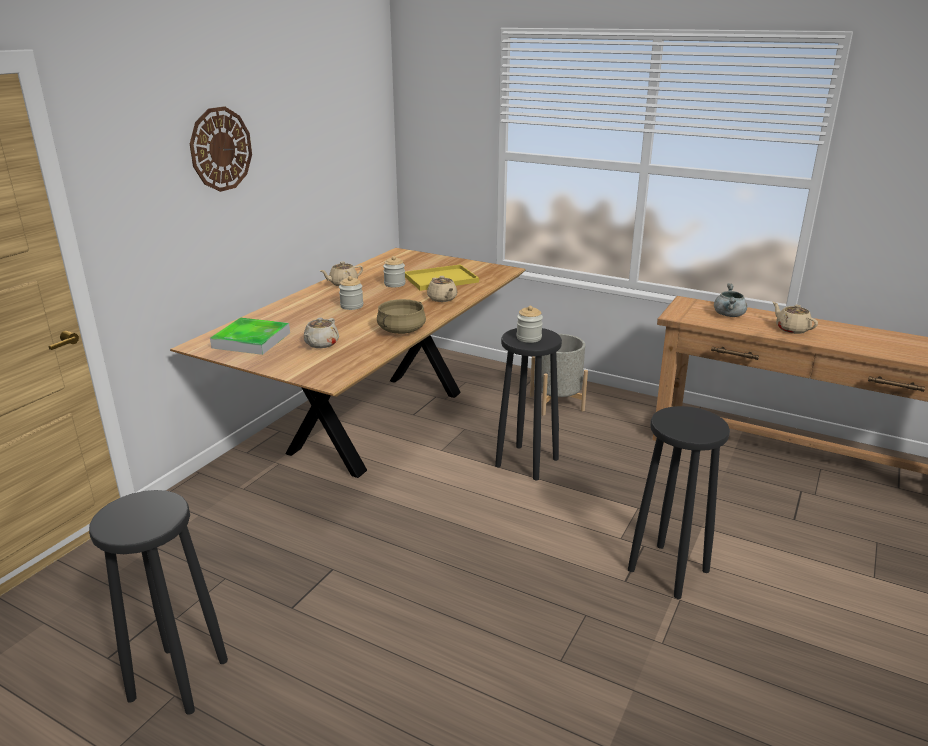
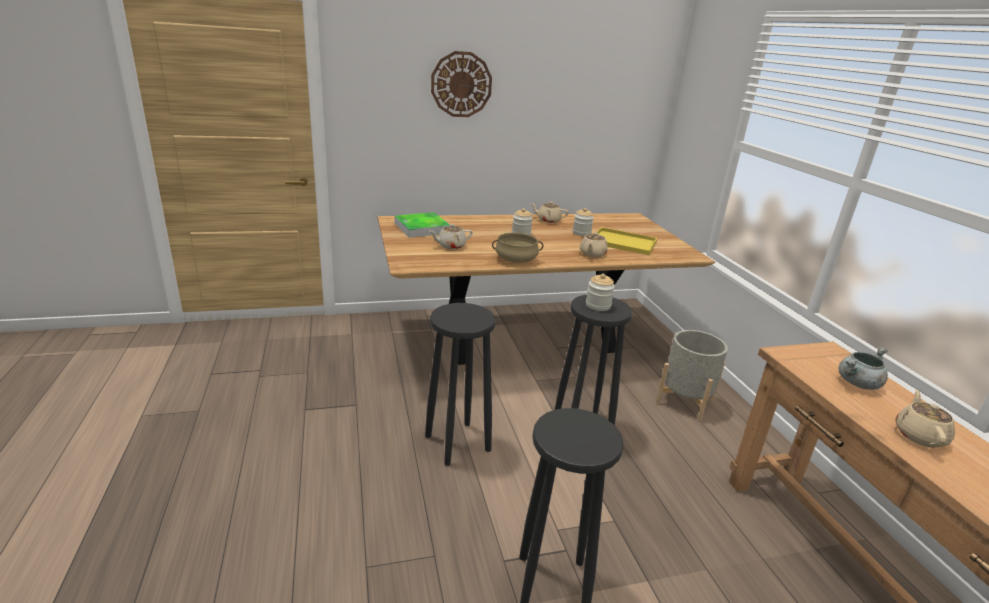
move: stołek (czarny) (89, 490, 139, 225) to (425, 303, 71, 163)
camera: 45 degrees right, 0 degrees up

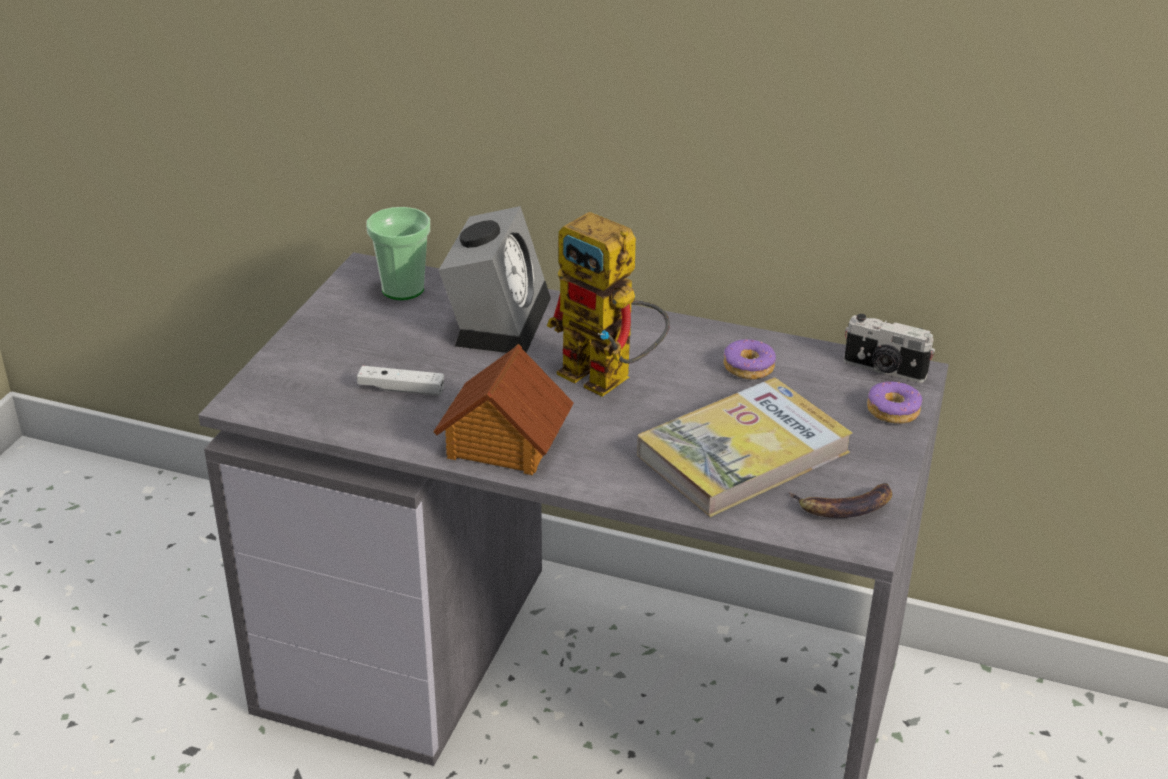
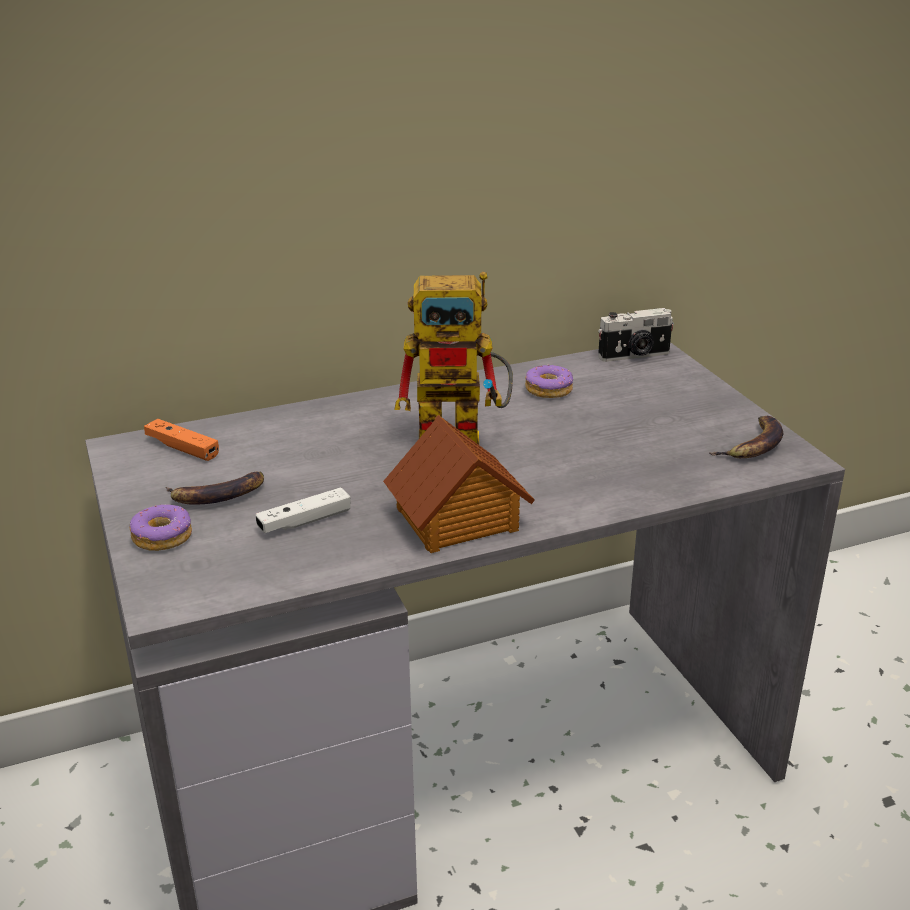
delete: budzik (439, 206, 112, 147); książka (637, 378, 215, 139)
insert: banan (166, 471, 98, 34)
move: donut (867, 381, 55, 43) to (130, 504, 62, 47)
replace: filiżanka (366, 207, 64, 93) to pad do gier (pomarańczowy) (144, 419, 75, 42)
camera: 40 degrees left, 5 degrees down

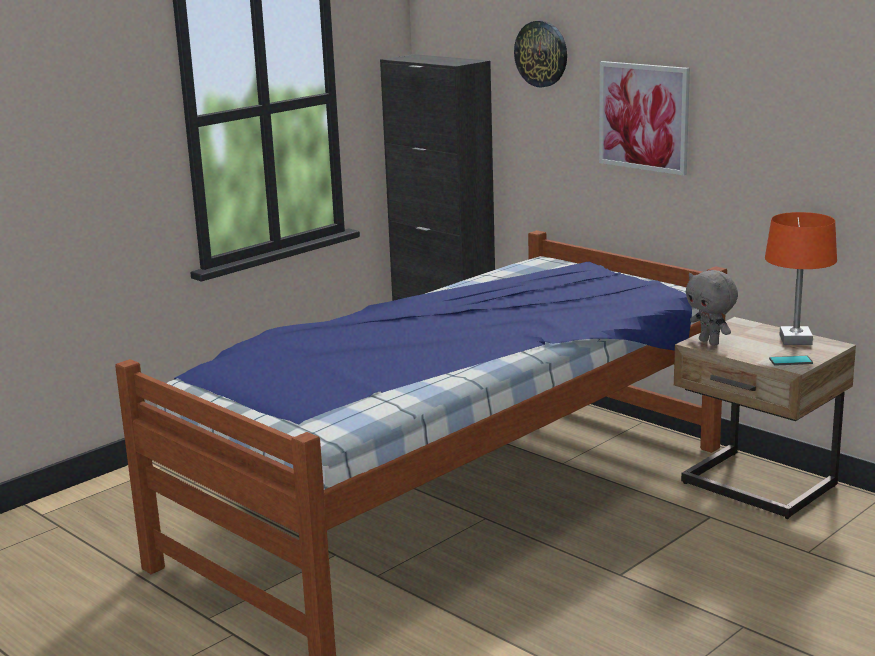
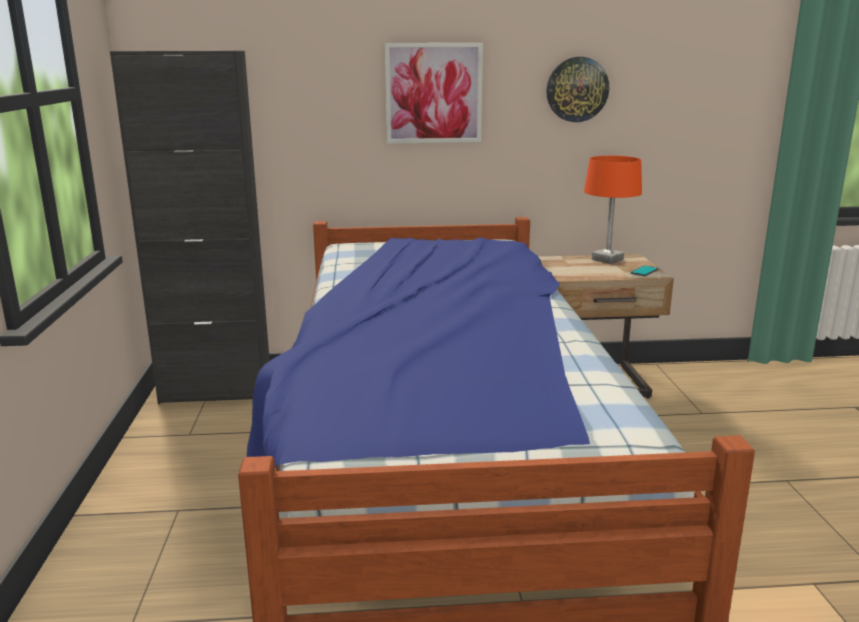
delete: pluszak (szary) (686, 270, 52, 76)
move: zegar ścienny (514, 20, 53, 68) to (546, 57, 63, 65)
camera: 50 degrees left, 0 degrees up

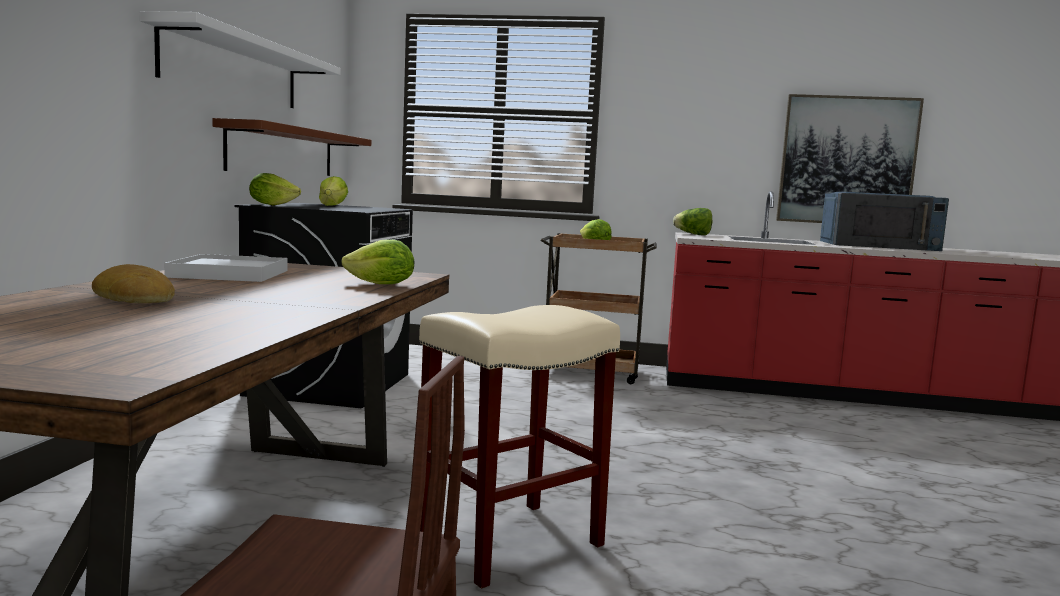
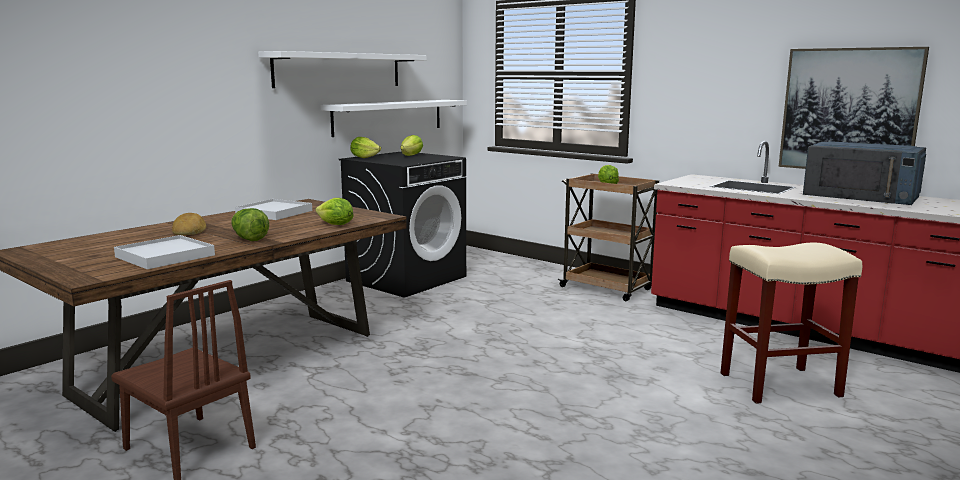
insert: taca (biały) (114, 235, 101, 34)
move: stołek (beżowy) (419, 305, 201, 283) to (721, 242, 141, 162); sałata (673, 208, 39, 27) to (231, 208, 38, 33)
recolor: półka (brązowy) (212, 118, 159, 58) to półka (biały) (320, 100, 147, 37)
camera: 30 degrees right, 5 degrees up

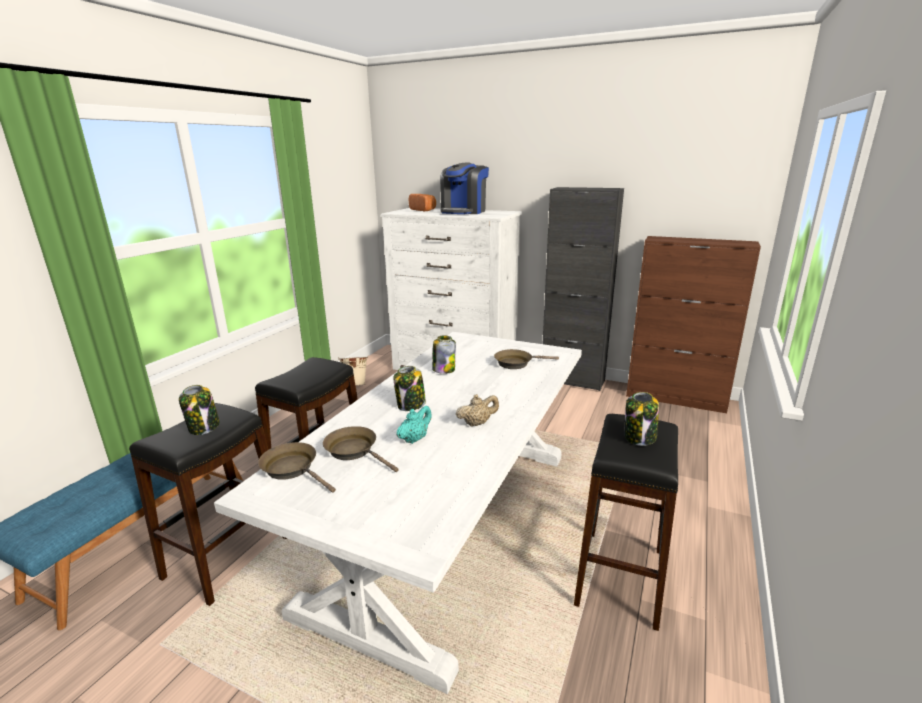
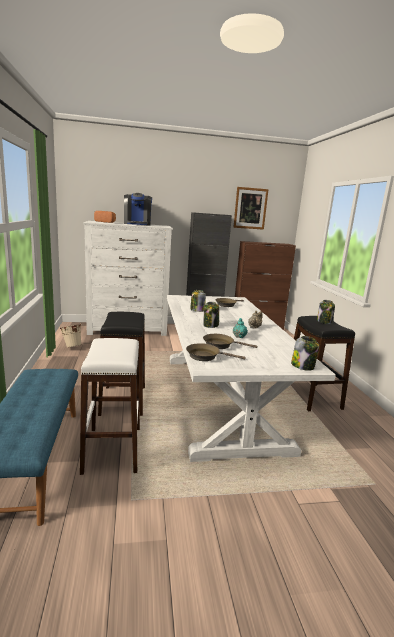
insert: obraz (233, 187, 36, 43)
move: słoik (179, 385, 41, 50) to (291, 336, 28, 35)
recolor: stołek (czarny) (129, 403, 158, 203) to stołek (biały) (80, 338, 60, 137)
camera: 35 degrees left, 5 degrees down

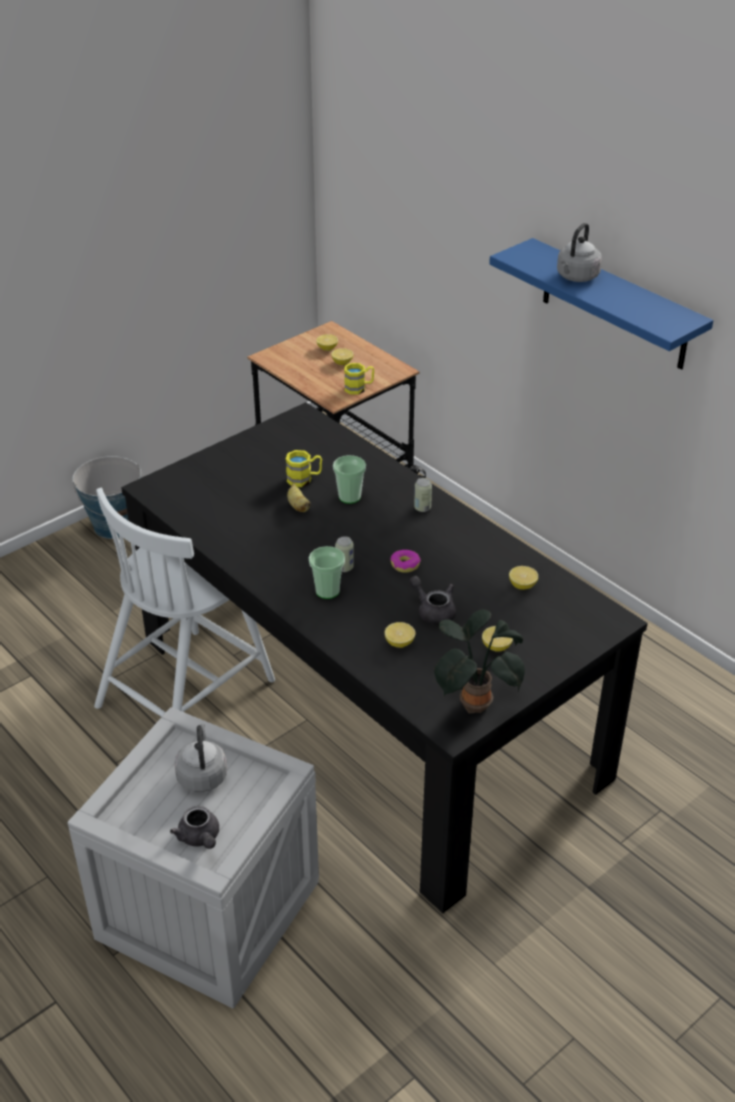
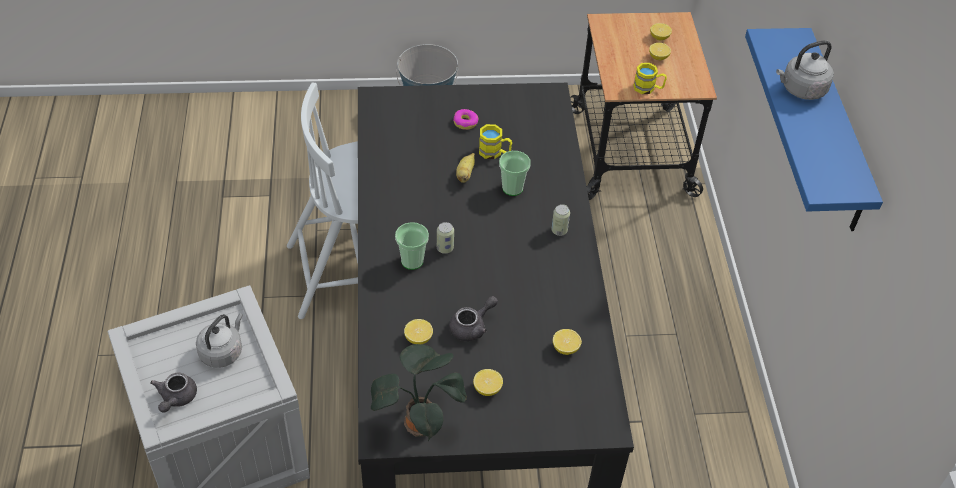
move: donut (390, 550, 31, 23) to (453, 109, 26, 21)
rotate: imbryk (szary) (409, 576, 47, 49) = (449, 296, 49, 45) 60 degrees clockwise
camera: 35 degrees right, 10 degrees up

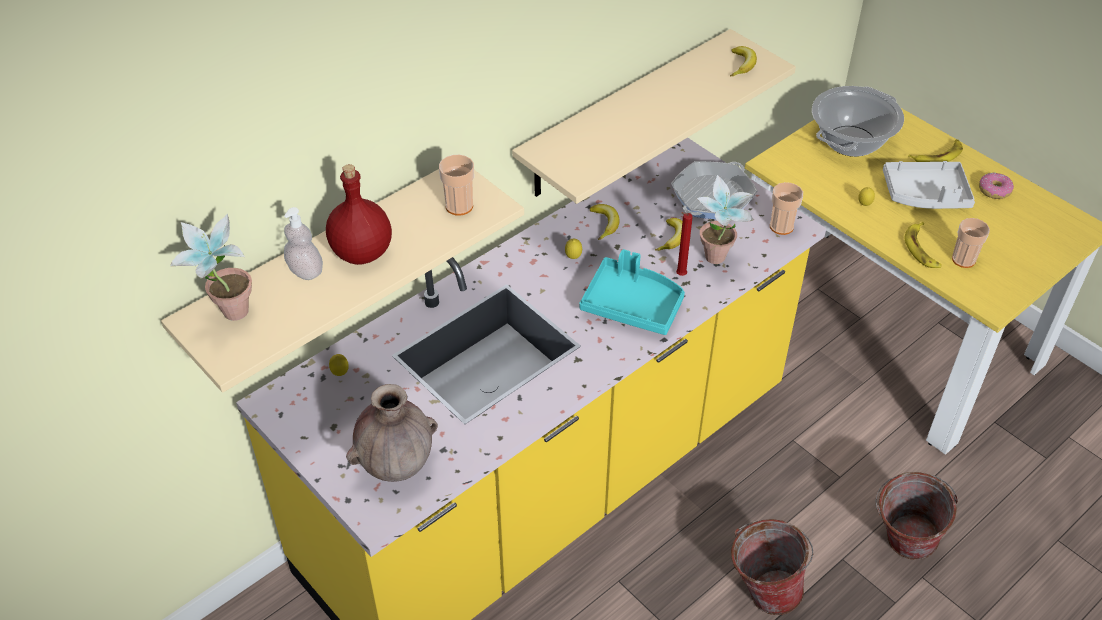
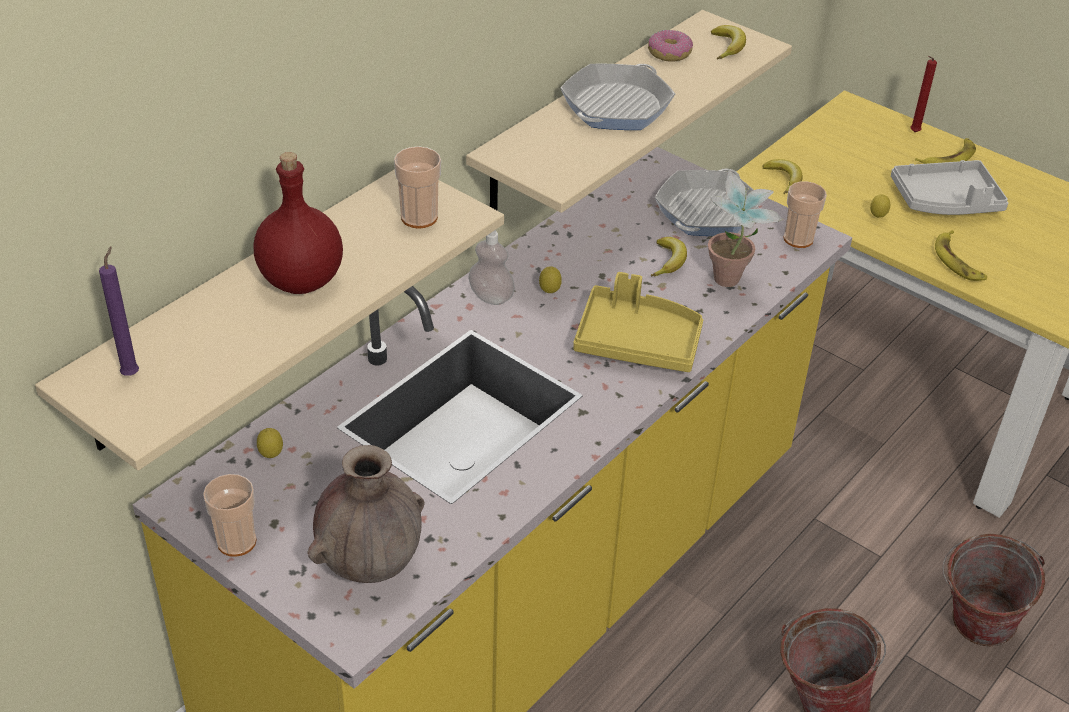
delete: garnek (812, 86, 92, 71)
insert: patelnia (560, 64, 115, 66)
move: dozownik mydła (284, 207, 39, 73) to (468, 230, 47, 75); banan (590, 204, 29, 36) to (762, 159, 40, 35); świeca (czerwony) (676, 212, 17, 64) to (910, 56, 27, 76); filiżanka (952, 218, 38, 50) to (203, 474, 53, 83); donut (979, 173, 35, 26) to (648, 30, 45, 32)
replace: roślina doniczkowa (170, 214, 82, 107) to świeca (fioletowy) (99, 247, 40, 129)
recolor: taca (turkusowy) (579, 249, 106, 86) to taca (żółty) (573, 272, 130, 100)
camera: 10 degrees left, 5 degrees down

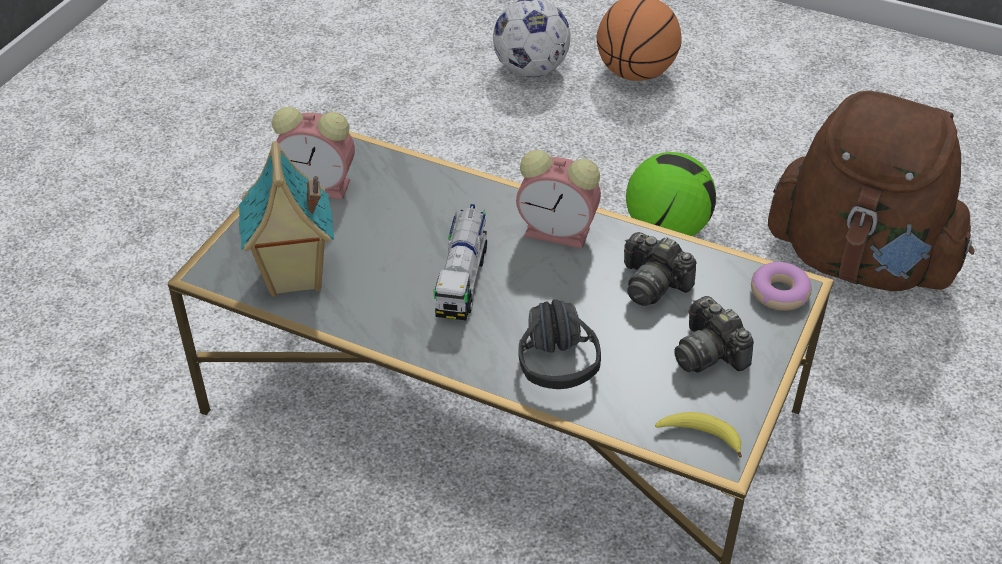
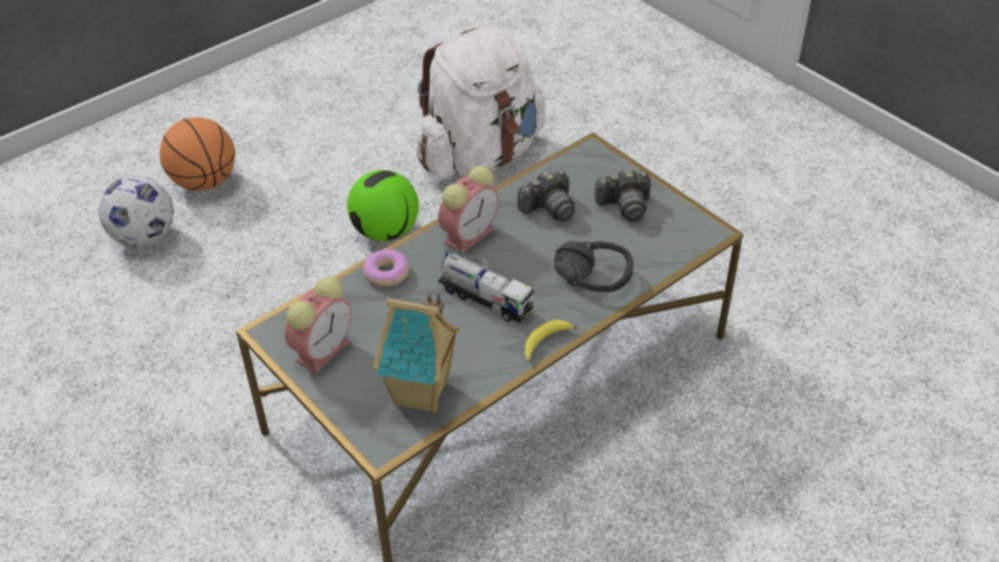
move: banan (655, 412, 87, 46) to (525, 320, 53, 41); donut (751, 262, 61, 49) to (363, 249, 47, 38)
recolor: plecak (brązowy) (768, 90, 207, 201) to plecak (biały) (416, 27, 129, 152)
camera: 65 degrees left, 0 degrees up

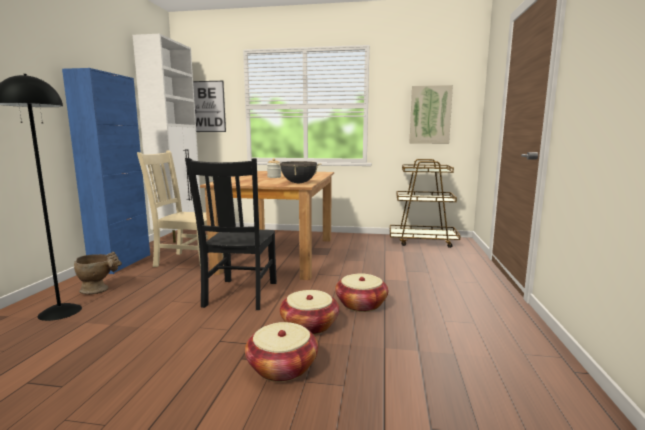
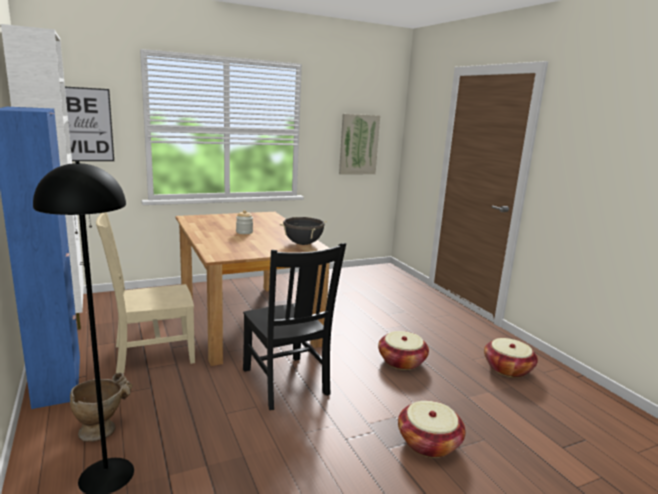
delete: wózek (brązowy) (390, 159, 71, 89)
move: koszyk (280, 290, 59, 45) to (484, 338, 54, 40)
camera: 35 degrees left, 5 degrees up

